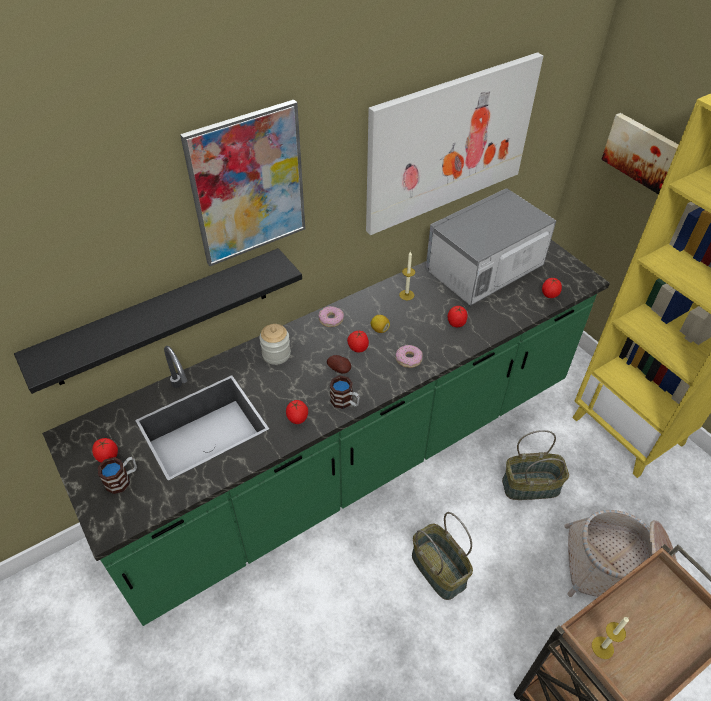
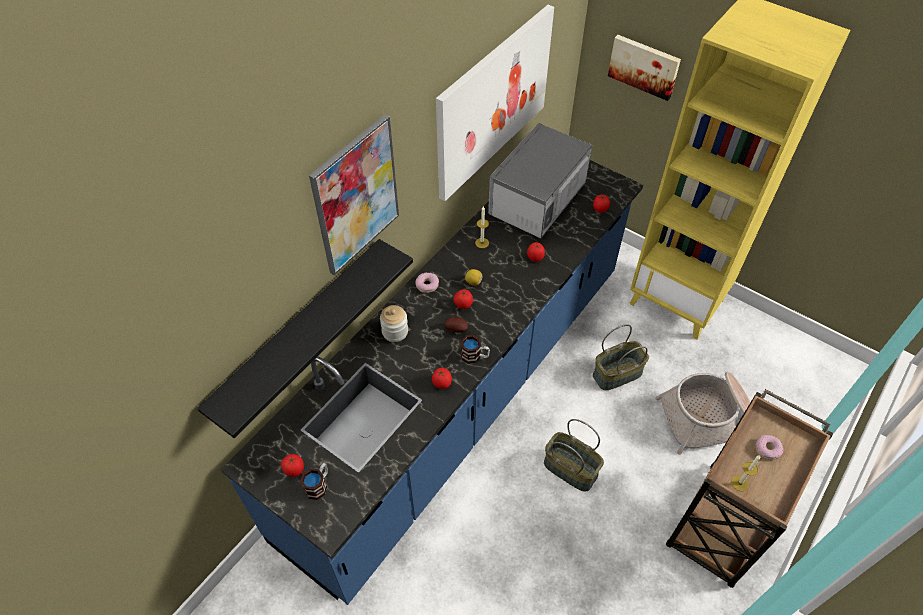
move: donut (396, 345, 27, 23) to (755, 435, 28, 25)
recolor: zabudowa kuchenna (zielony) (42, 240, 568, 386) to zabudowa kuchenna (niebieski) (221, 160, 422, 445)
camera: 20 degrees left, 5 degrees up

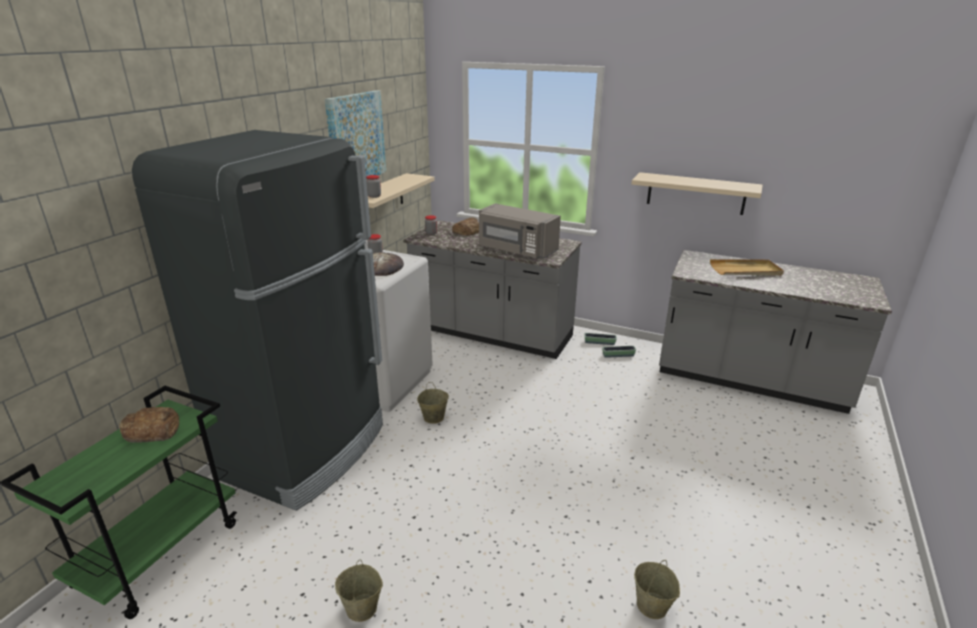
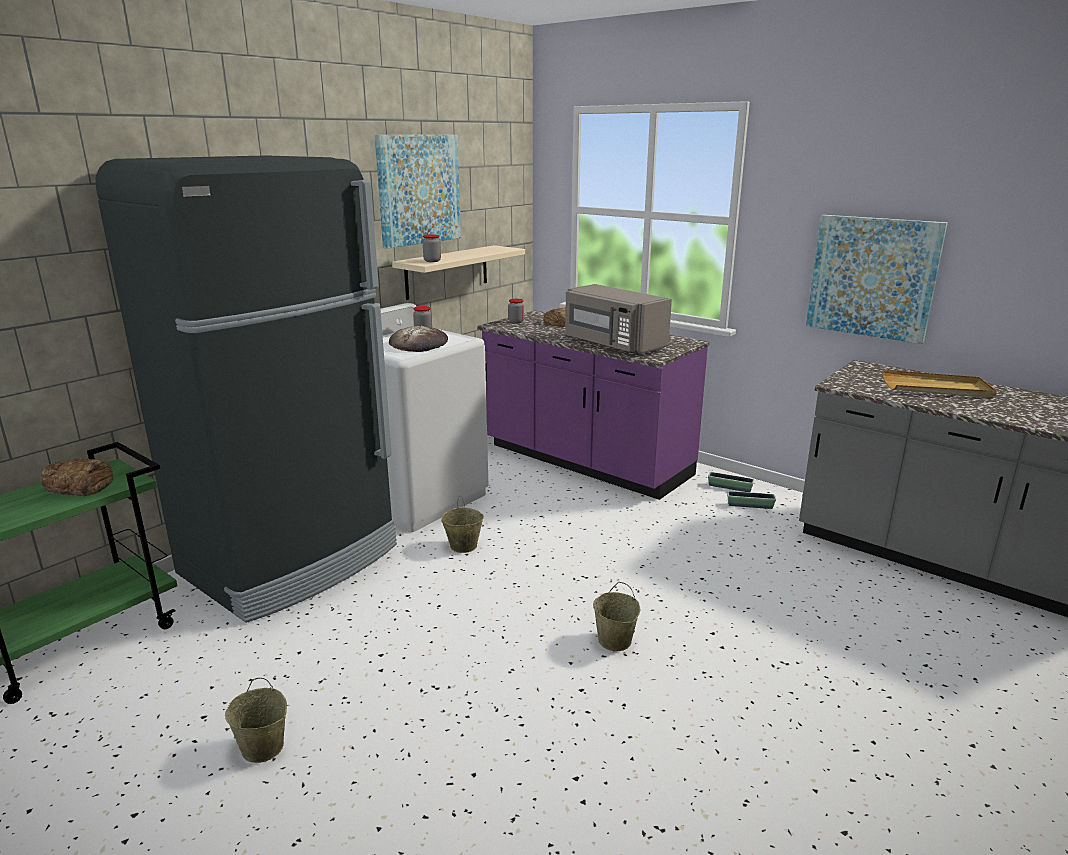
move: wiadro (beżowy) (634, 560, 46, 59) to (593, 582, 47, 69)
replace: półka (beżowy) (631, 172, 132, 43) to obraz (806, 215, 142, 129)
recolor: zabudowa kuchenna (szary) (403, 220, 179, 139) to zabudowa kuchenna (fioletowy) (477, 310, 232, 190)
camera: 15 degrees right, 5 degrees down

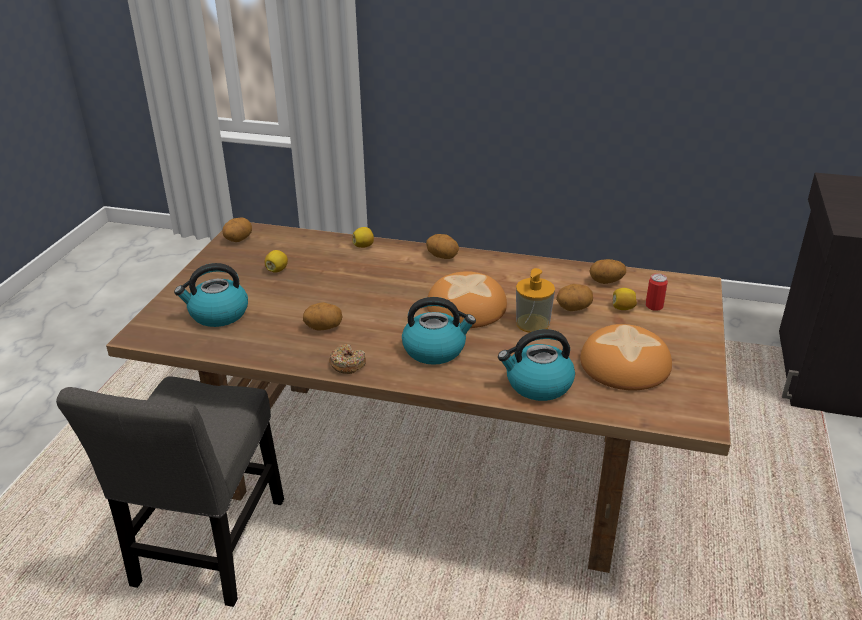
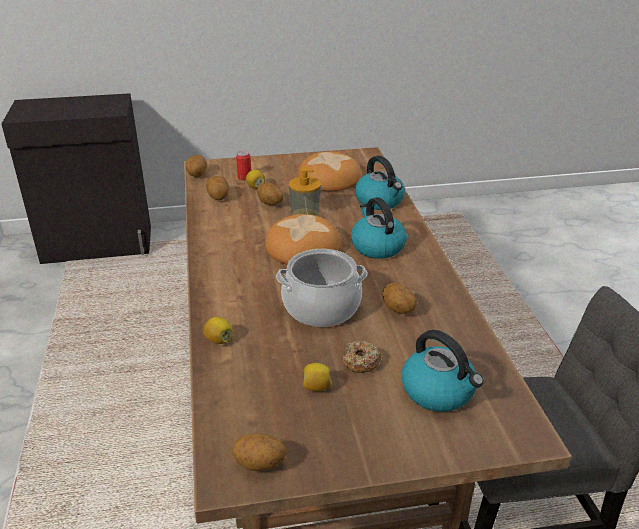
insert: garnek (276, 249, 91, 78)
move: donut (329, 344, 37, 30) to (343, 341, 38, 32); ziemniak (426, 234, 33, 25) to (185, 155, 22, 22)
camera: 115 degrees left, 0 degrees up

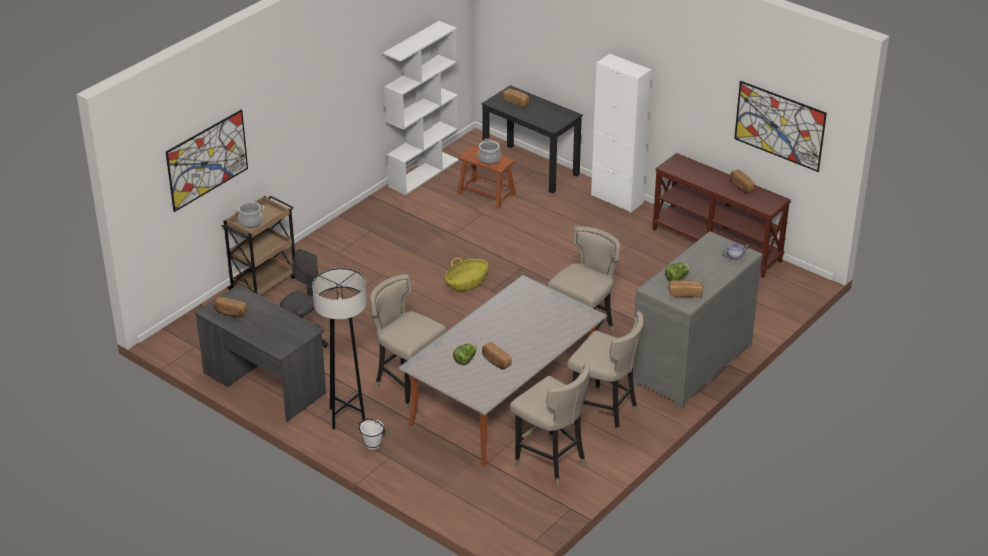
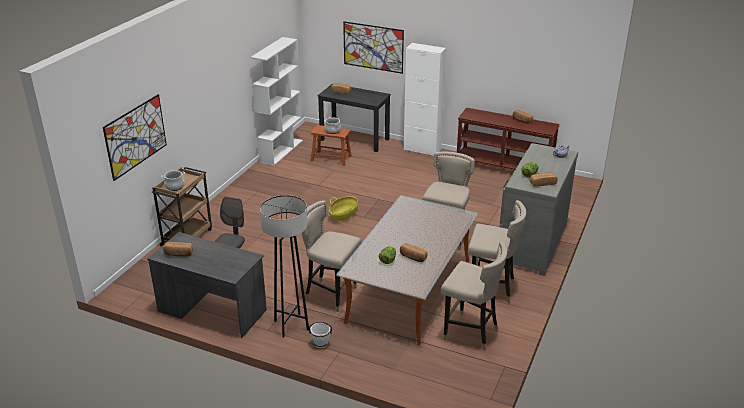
move: obraz (734, 81, 93, 91) to (343, 21, 61, 53)
camera: 15 degrees left, 5 degrees down

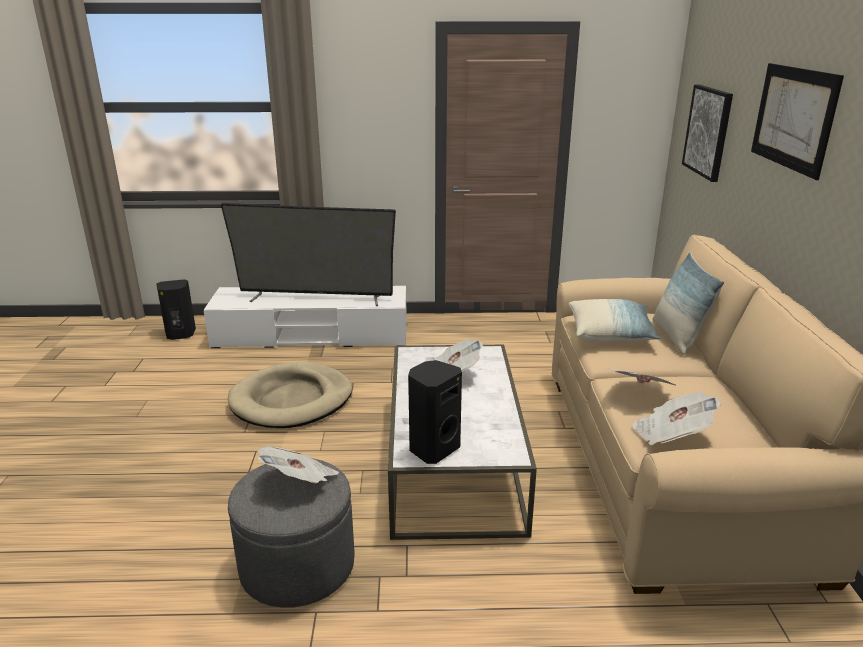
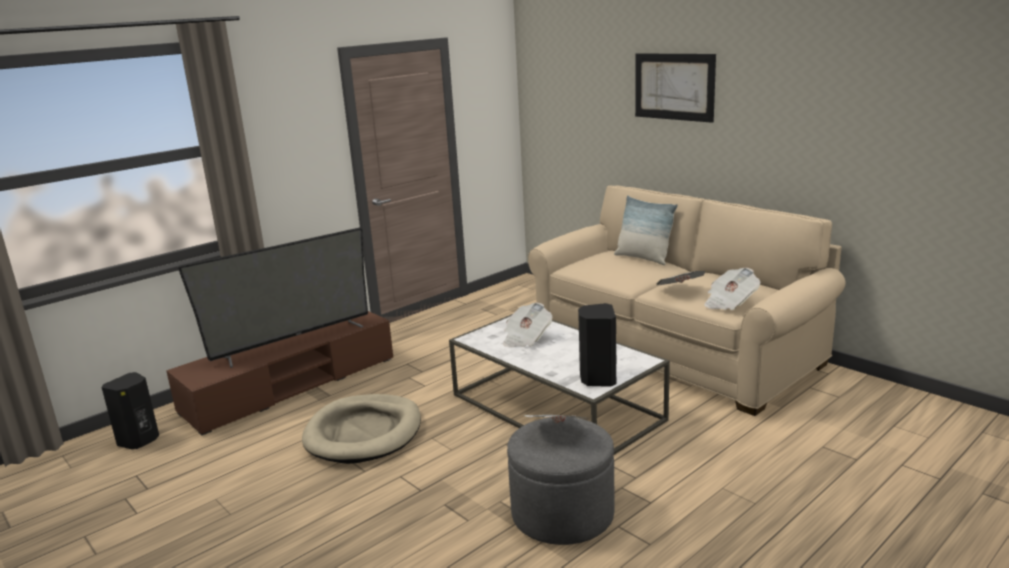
delete: poduszka (569, 299, 92, 43); obraz (682, 85, 51, 97)
recolor: szafka pod telewizor (biały) (204, 286, 203, 62) to szafka pod telewizor (brązowy) (166, 311, 227, 125)
camera: 40 degrees left, 5 degrees down

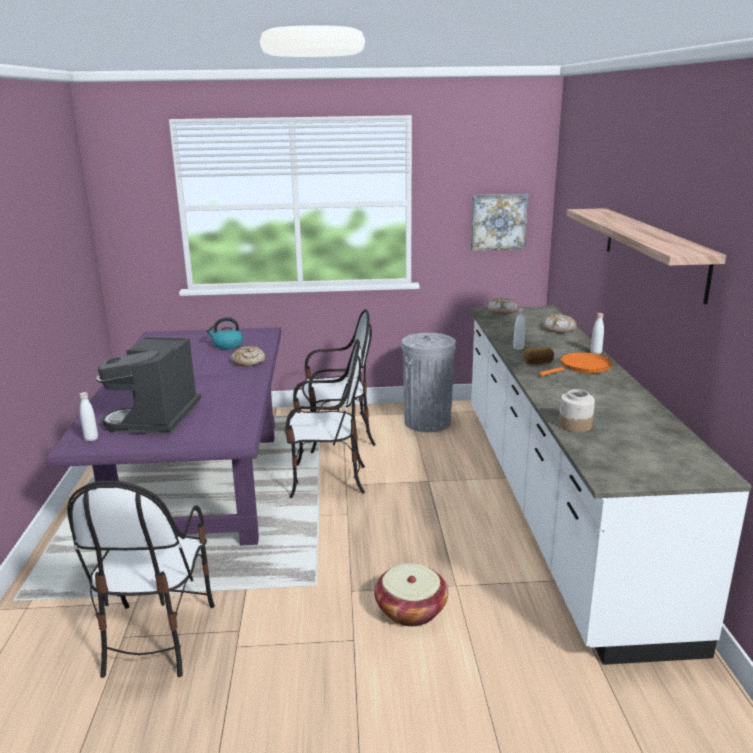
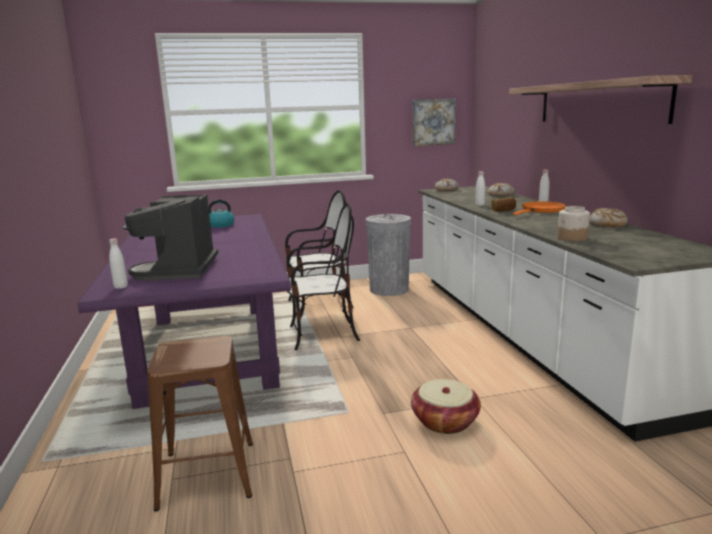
move: chleb (231, 346, 34, 20) to (589, 208, 39, 19)
replace: krzesło (67, 481, 148, 197) to stołek (brązowy) (147, 336, 106, 176)
camera: 10 degrees left, 5 degrees down

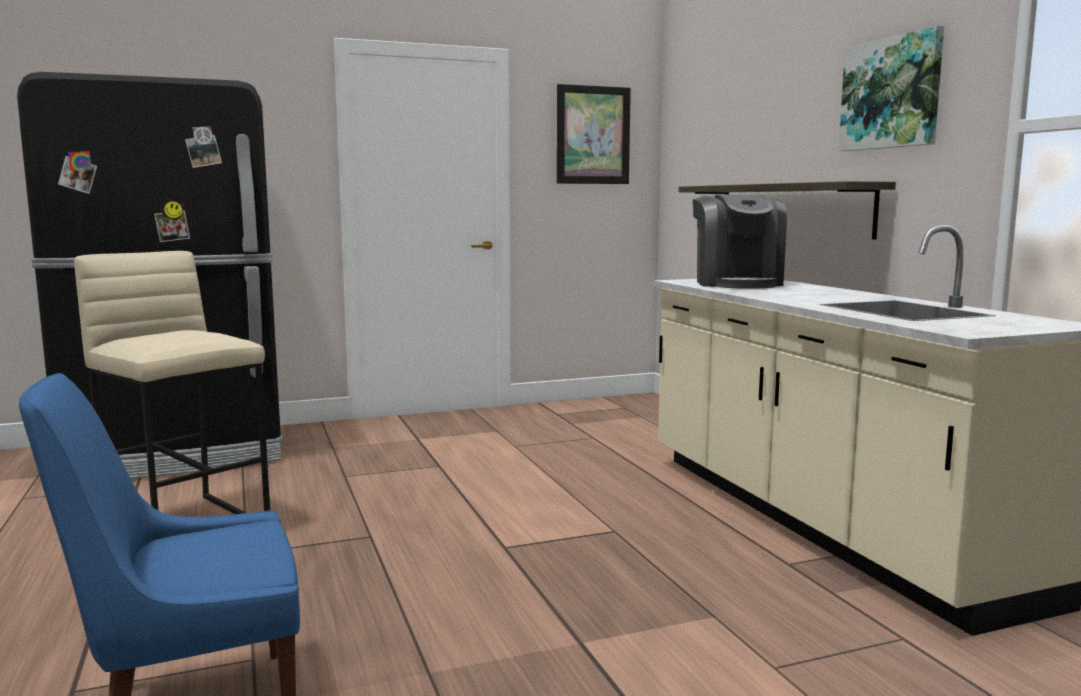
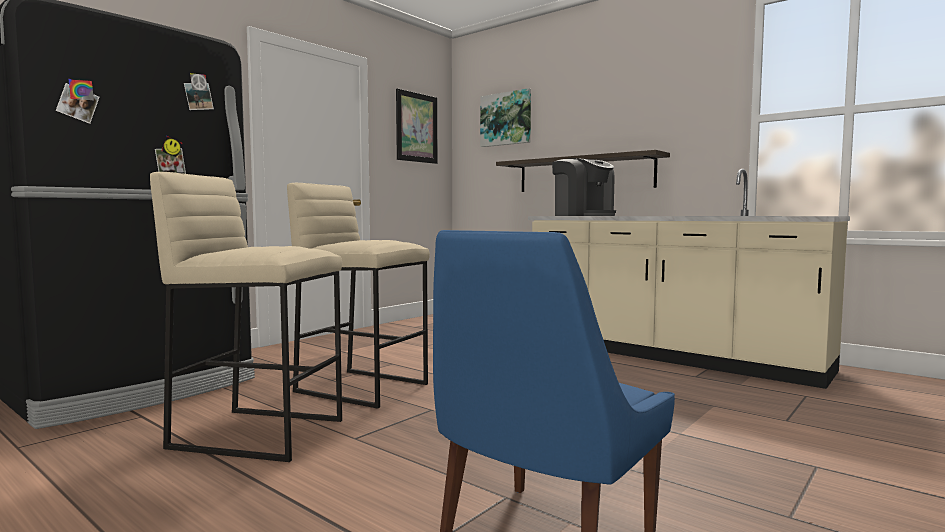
insert: stołek (beżowy) (287, 183, 143, 226)
move: obraz (839, 26, 105, 125) to (480, 88, 51, 59)
camera: 30 degrees left, 5 degrees down

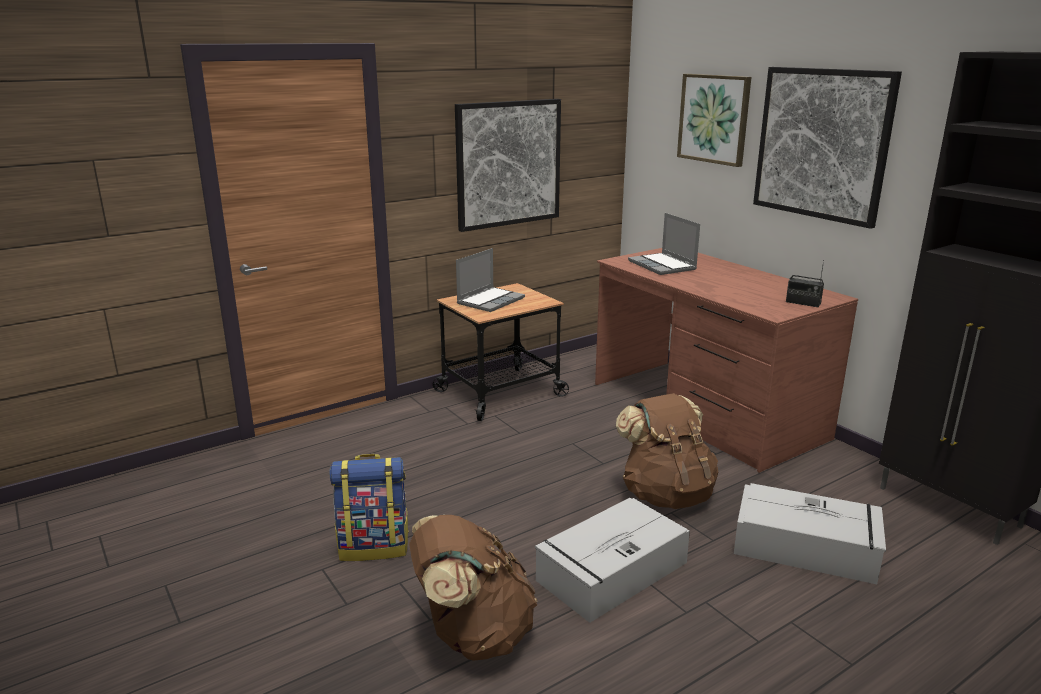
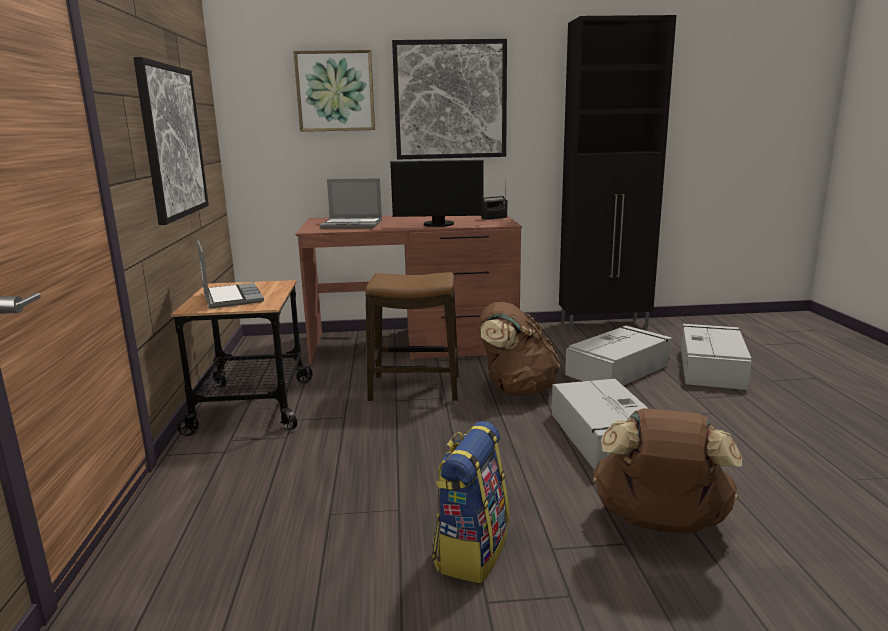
insert: stołek (365, 272, 94, 129); monitor (390, 160, 94, 67); pojemnik do przechowywania (szary) (681, 324, 71, 66)
camera: 60 degrees left, 5 degrees down

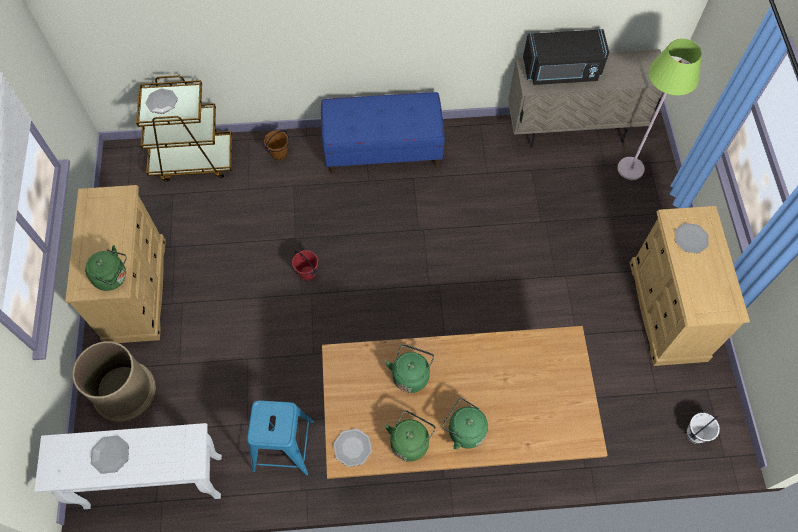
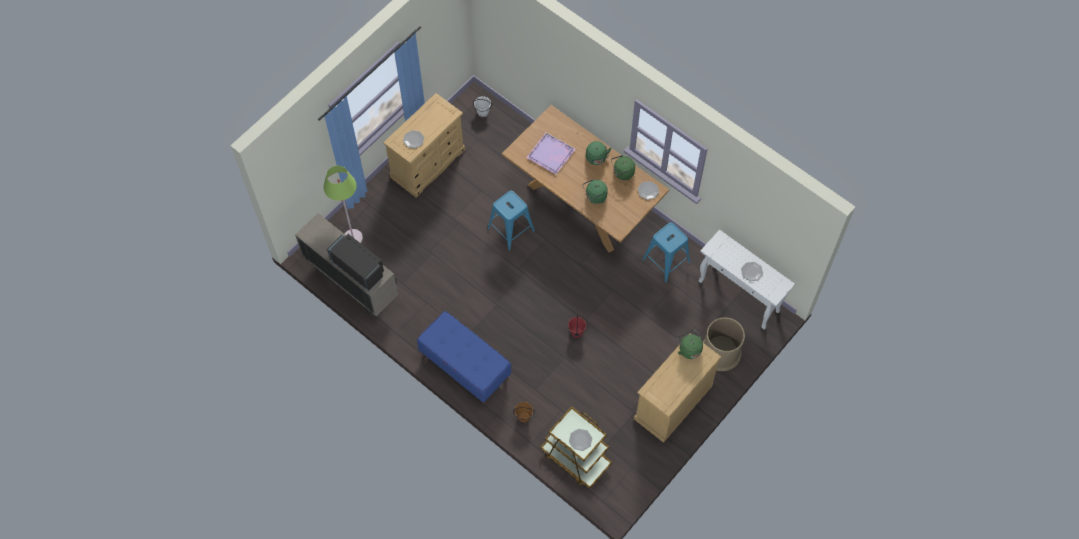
insert: stołek (niebieski) (487, 191, 48, 60); taca (fioletowy) (526, 132, 50, 43)
camera: 135 degrees left, 0 degrees up

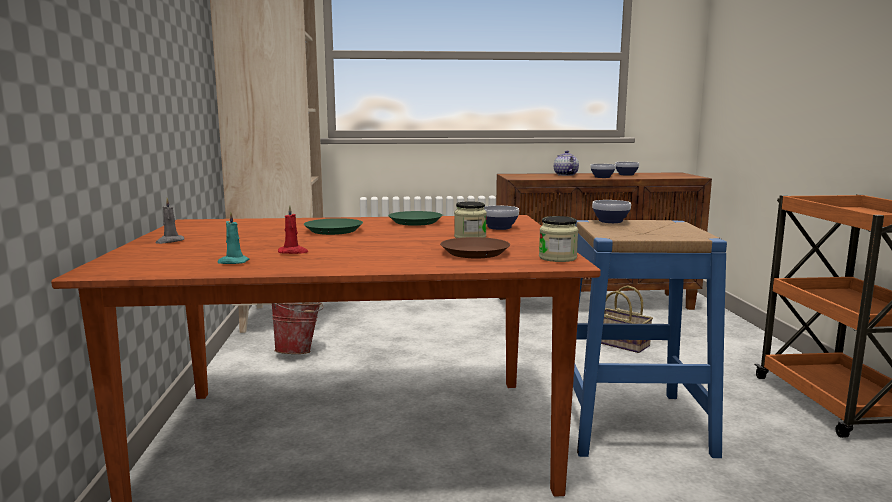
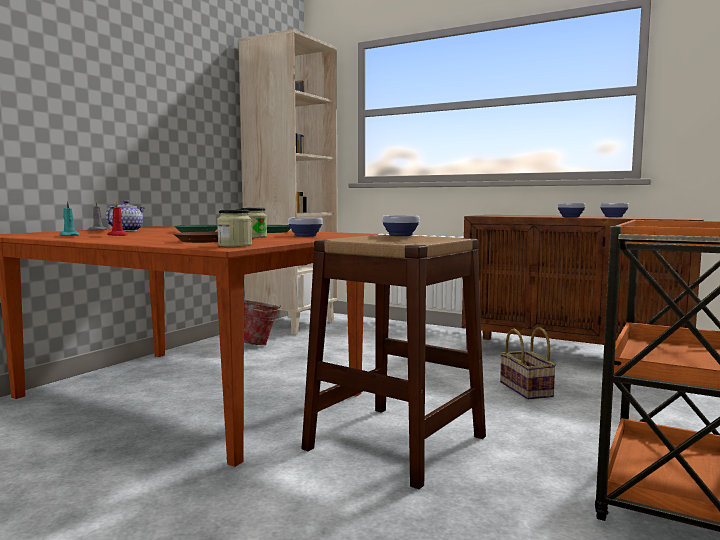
move: imbryk (554, 150, 25, 26) to (106, 200, 39, 31)
recolor: stołek (niebieski) (573, 220, 154, 238) to stołek (brązowy) (301, 235, 185, 254)
camera: 35 degrees right, 5 degrees down

